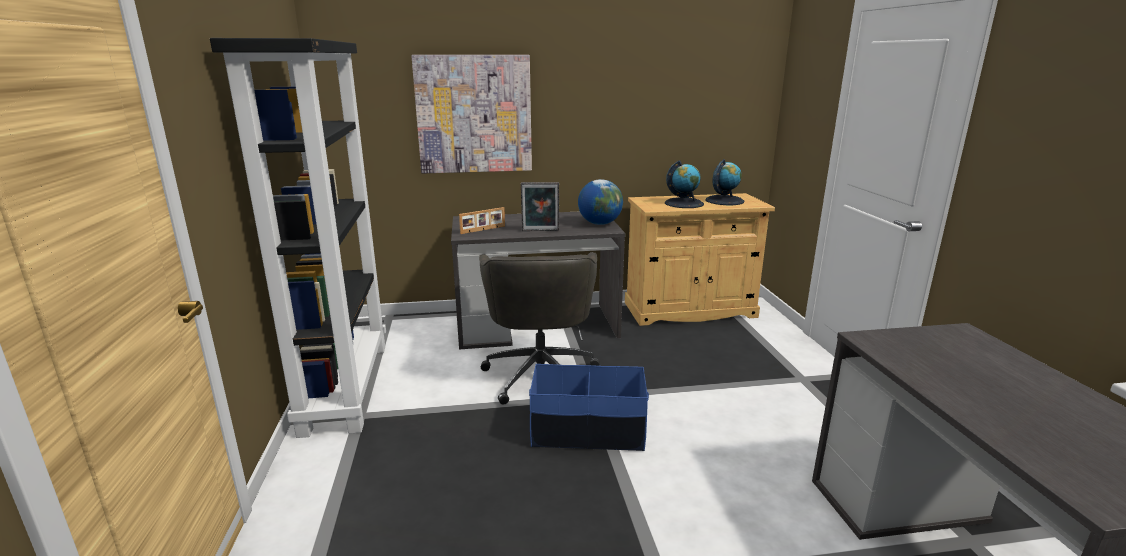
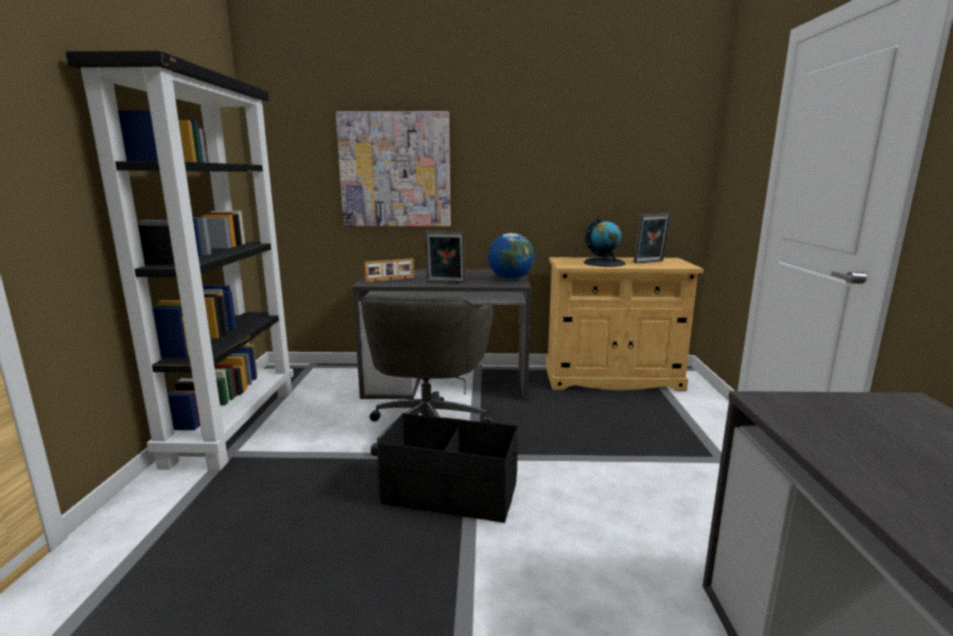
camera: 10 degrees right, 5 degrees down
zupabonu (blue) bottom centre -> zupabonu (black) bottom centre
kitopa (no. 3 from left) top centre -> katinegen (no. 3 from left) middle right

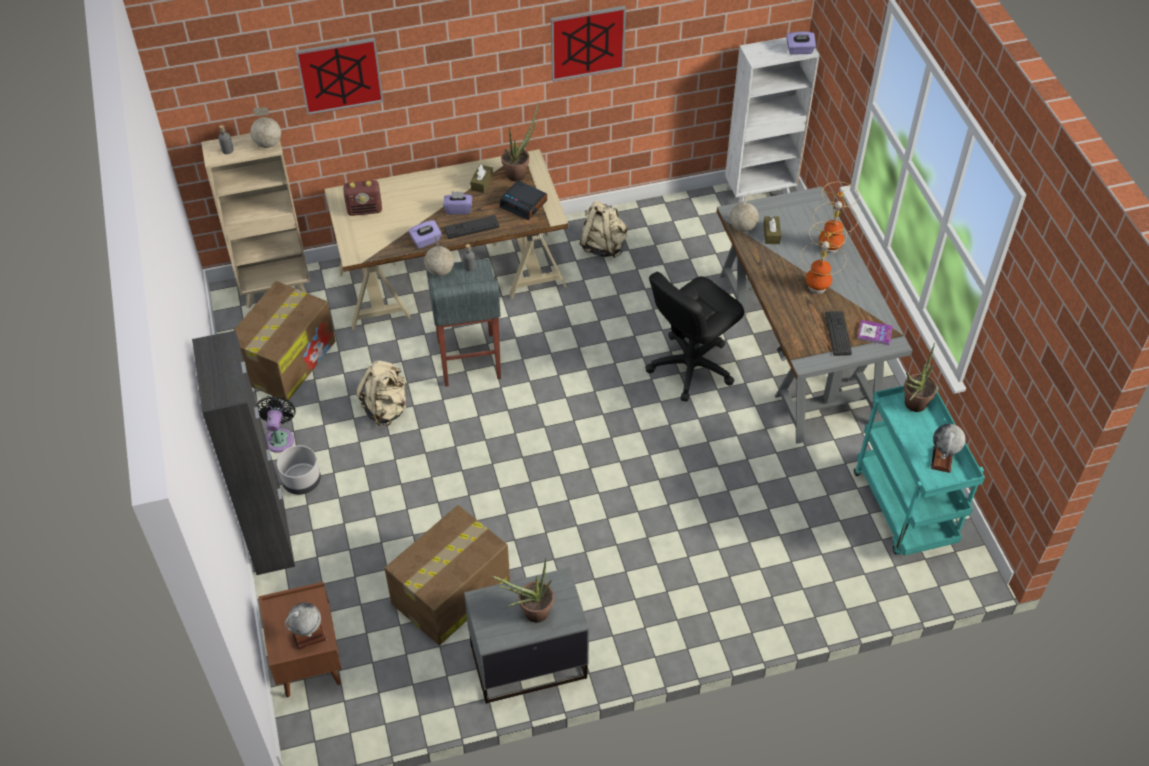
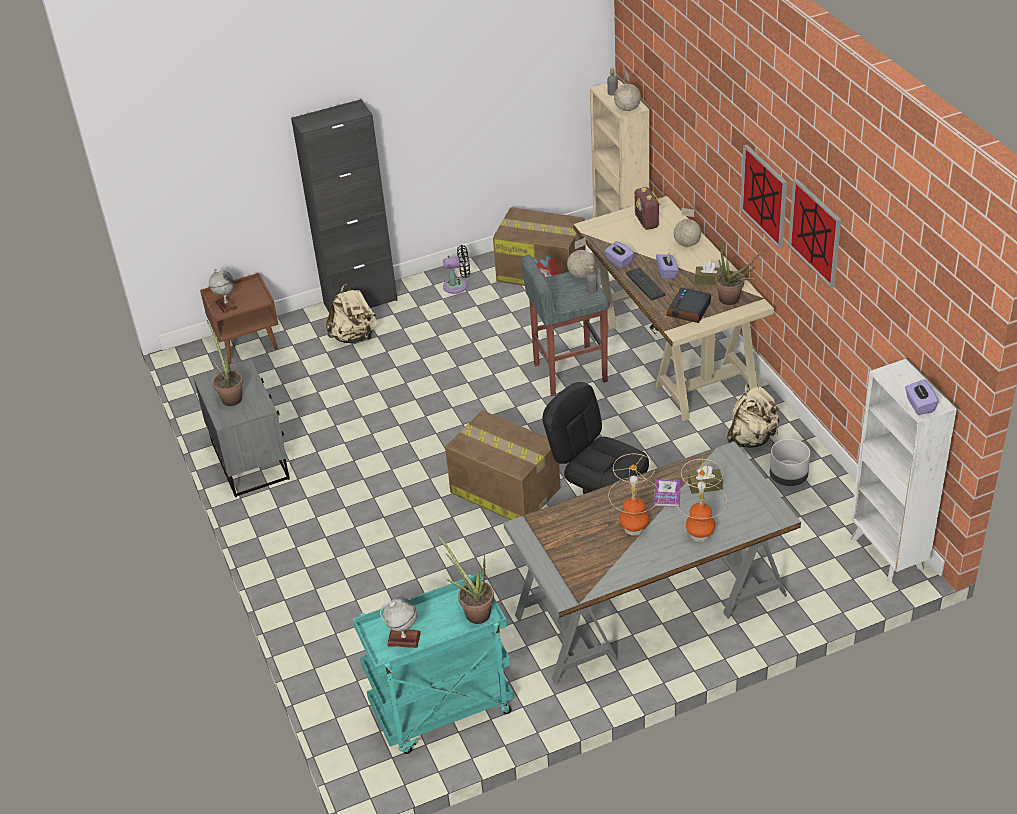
camera: 85 degrees right, 10 degrees down
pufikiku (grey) middle left -> pufikiku (grey) middle right, relocated
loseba (no. 1 from left) top left -> loseba (no. 1 from left) top right, relocated
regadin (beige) (no. 1 from left) middle left -> regadin (beige) (no. 1 from left) centre, relocated
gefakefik (no. 2 from left in the first image) bottom centre -> gefakefik (no. 1 from left) centre, relocated
kitopa (no. 4 from left in the first image) top centre -> kitopa (no. 5 from left) top right, relocated
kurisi (no. 2 from left) middle right -> none
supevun middle right -> supevun centre, relocated

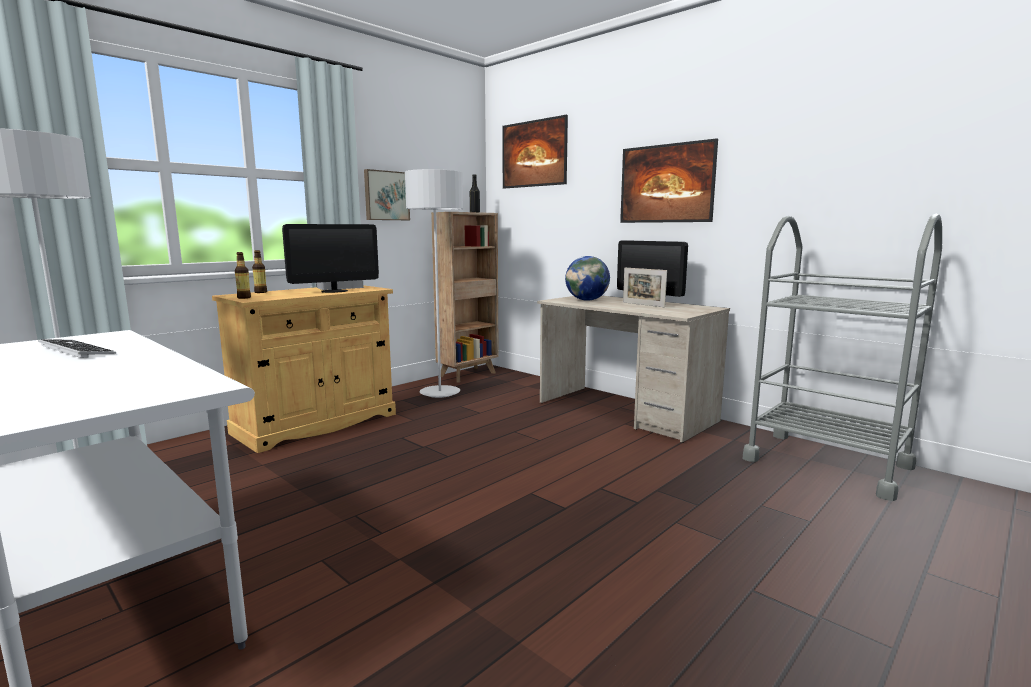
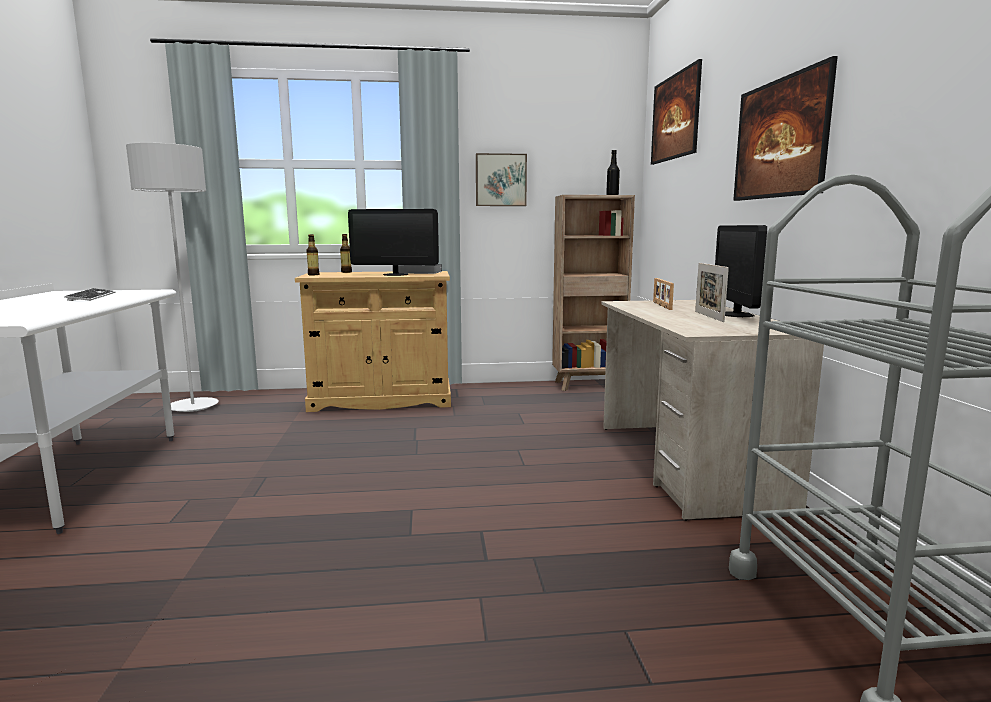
camera: 40 degrees right, 0 degrees up
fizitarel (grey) (no. 2 from left) centre -> none
kitopa centre -> katinegen (no. 1 from left) middle right

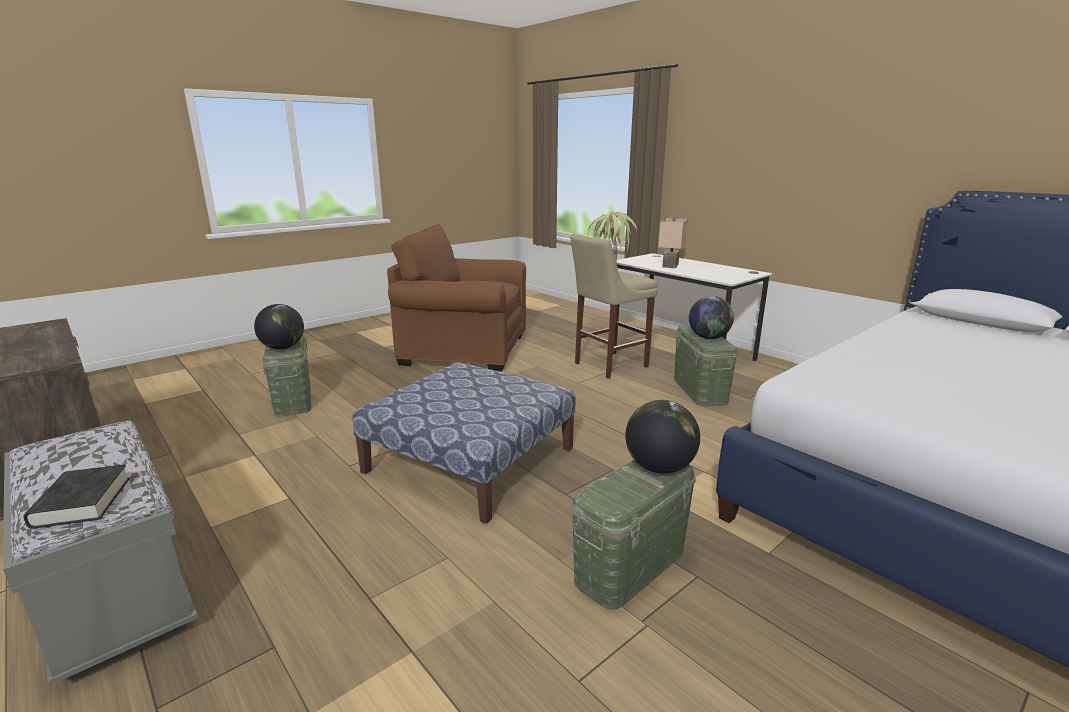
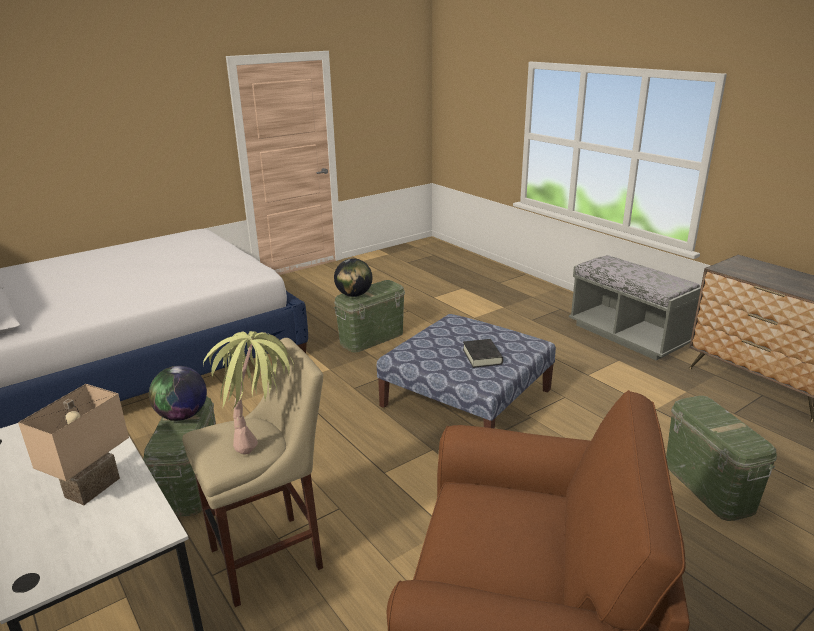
camera: 175 degrees left, 5 degrees up
supevun (black) bottom left -> supevun (black) centre, relocated
kitopa (no. 1 from left) middle left -> none

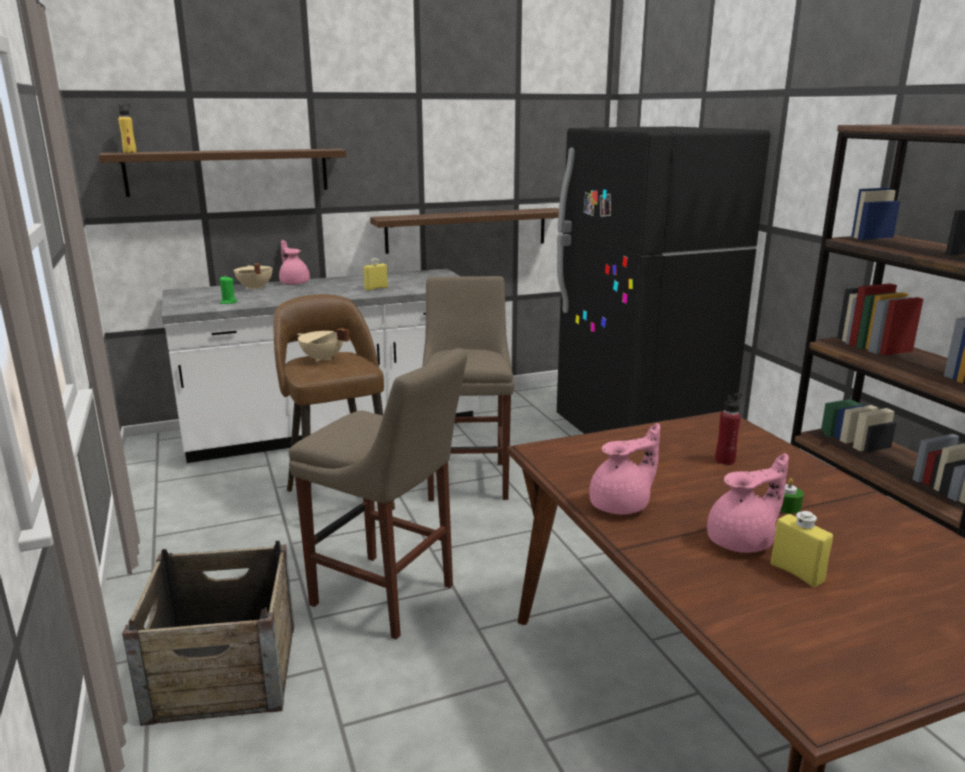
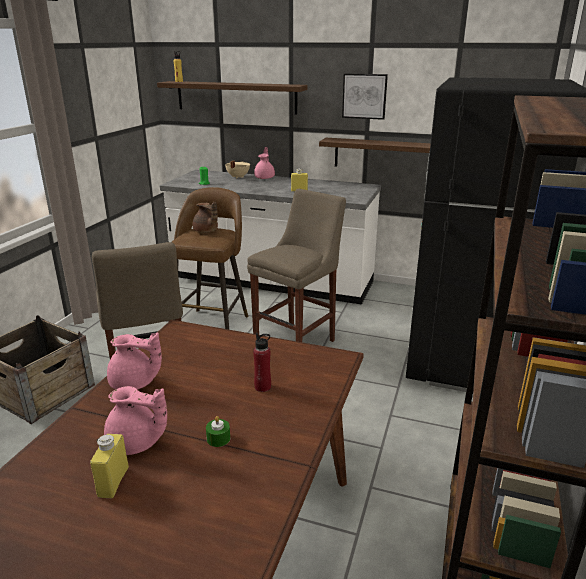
camera: 40 degrees right, 5 degrees up
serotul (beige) (no. 2 from left) centre -> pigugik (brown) centre
none -> loseba top centre

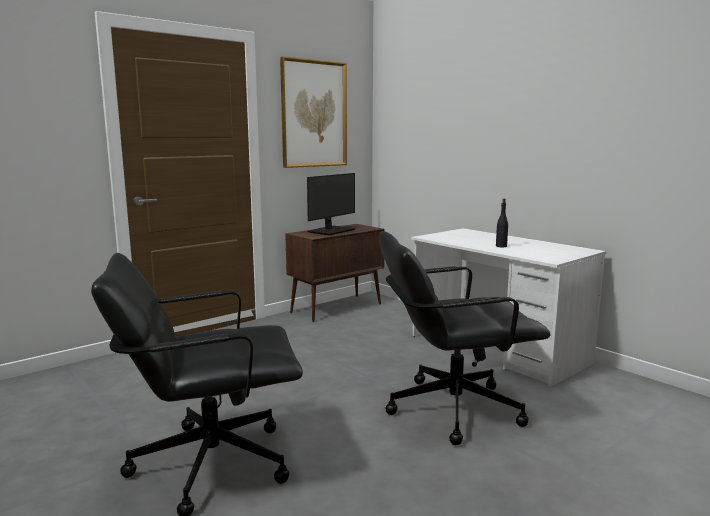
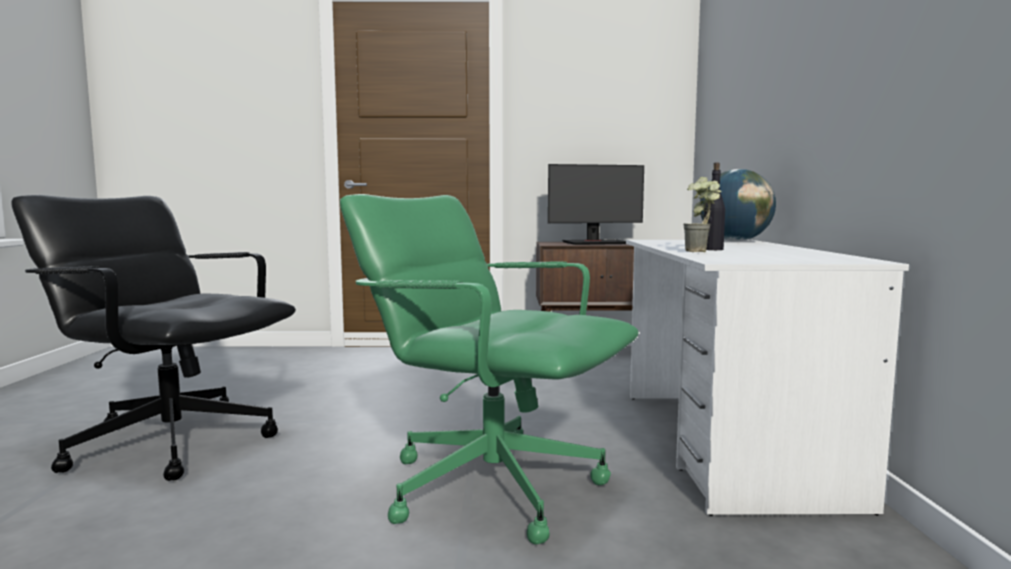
camera: 40 degrees right, 5 degrees down
loseba top centre -> none
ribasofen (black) (no. 2 from left) centre -> ribasofen (green) centre
none -> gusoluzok middle right
none -> kitopa middle right

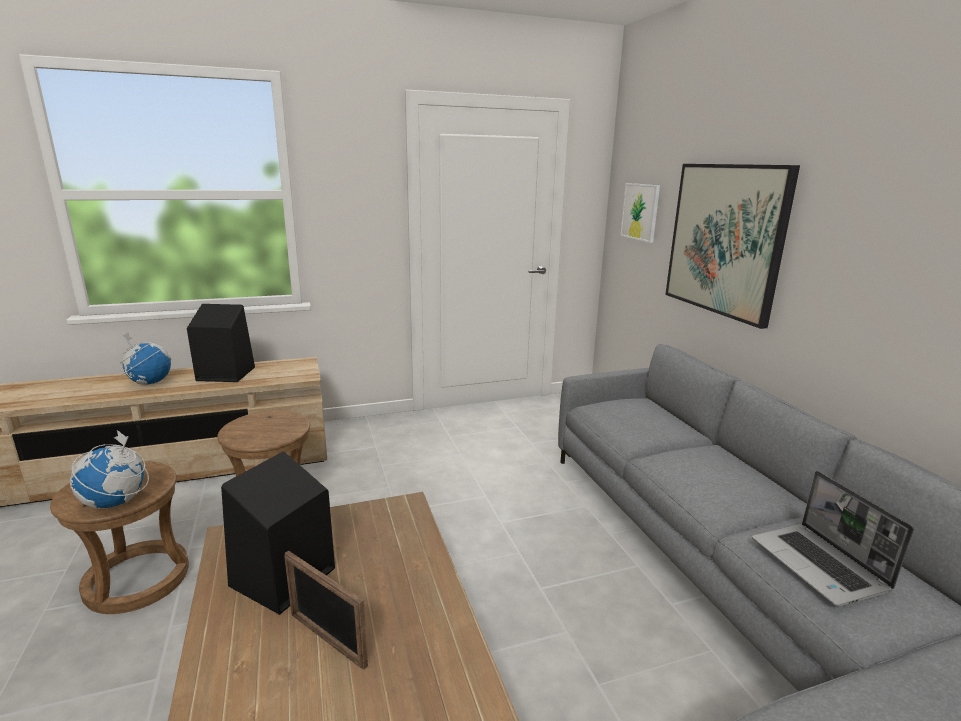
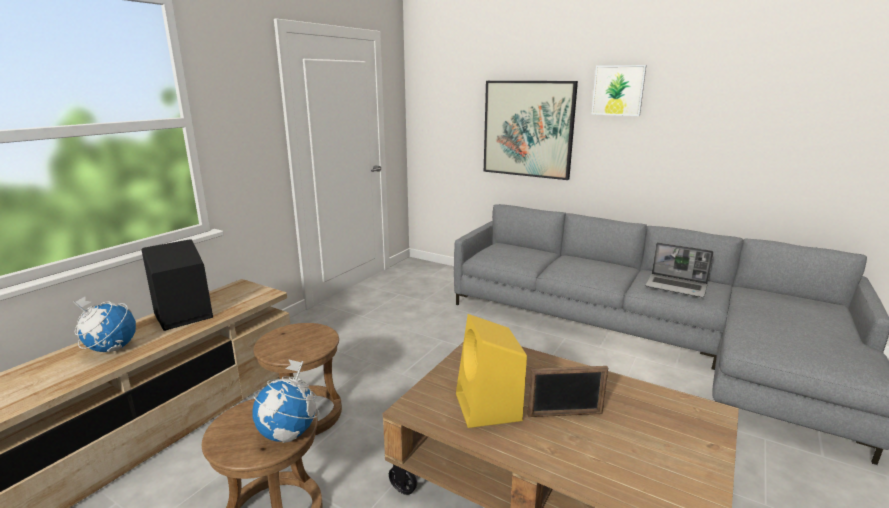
camera: 40 degrees left, 0 degrees up
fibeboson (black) (no. 2 from left) bottom left -> fibeboson (yellow) bottom centre
loseba (no. 1 from left in the first image) top centre -> loseba (no. 2 from left) top right, relocated

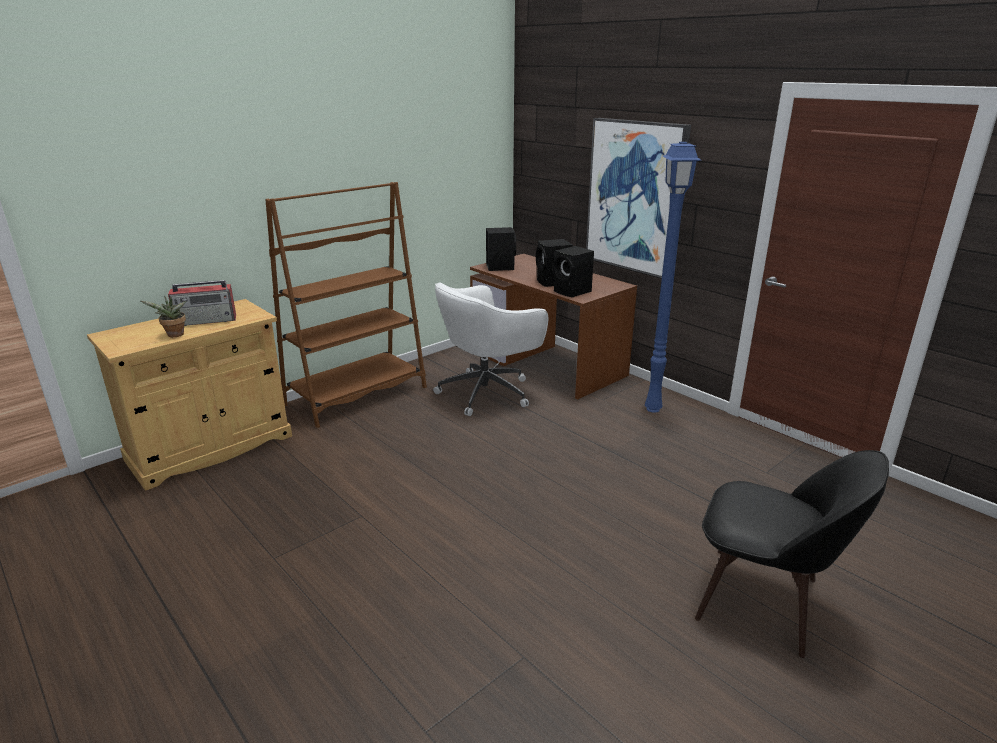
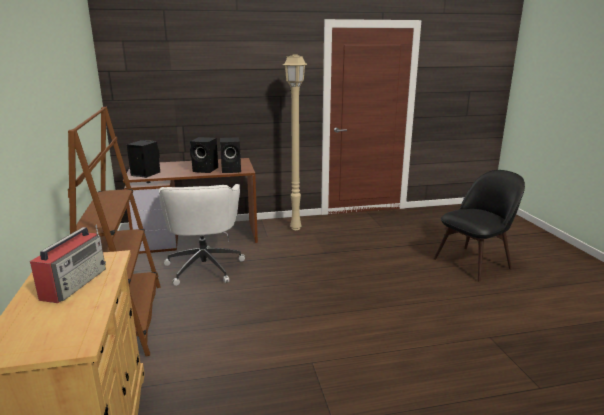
camera: 60 degrees left, 5 degrees down
gusoluzok middle left -> none
loseba top centre -> none
fizitarel (blue) middle right -> fizitarel (beige) centre

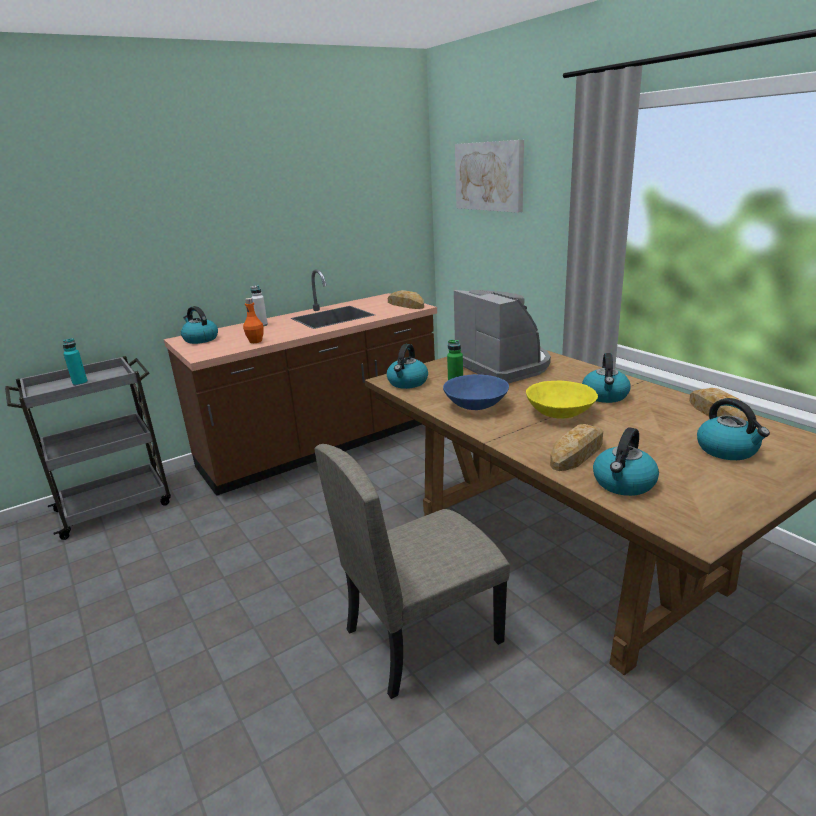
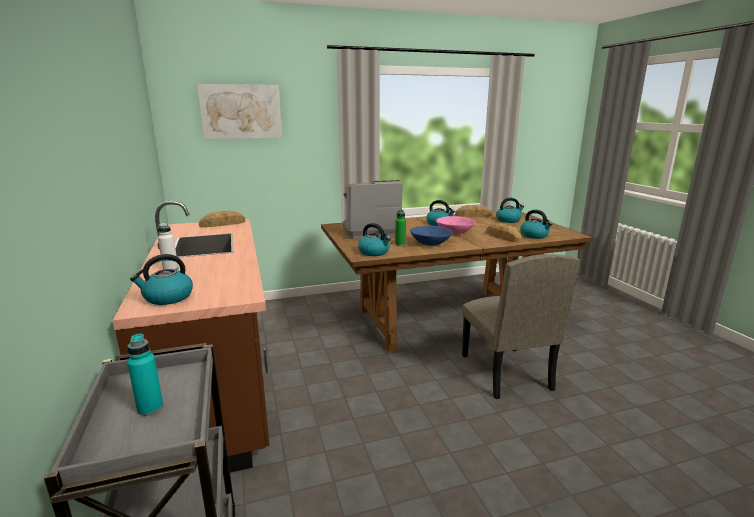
camera: 75 degrees left, 5 degrees down
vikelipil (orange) middle left -> none
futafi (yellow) middle right -> futafi (pink) centre

